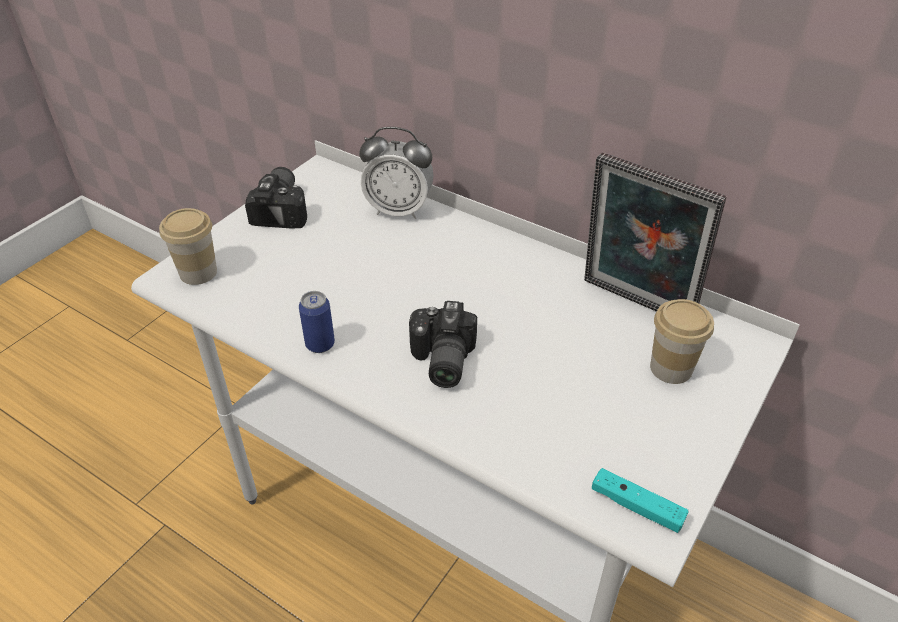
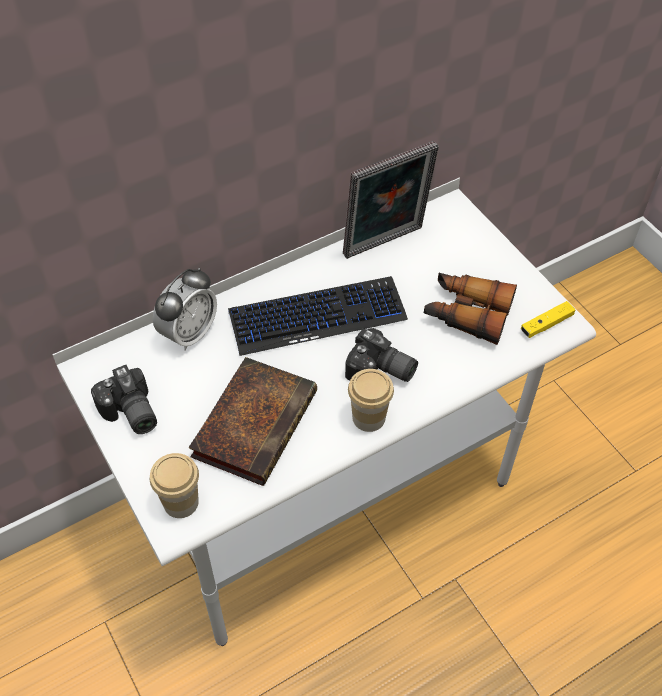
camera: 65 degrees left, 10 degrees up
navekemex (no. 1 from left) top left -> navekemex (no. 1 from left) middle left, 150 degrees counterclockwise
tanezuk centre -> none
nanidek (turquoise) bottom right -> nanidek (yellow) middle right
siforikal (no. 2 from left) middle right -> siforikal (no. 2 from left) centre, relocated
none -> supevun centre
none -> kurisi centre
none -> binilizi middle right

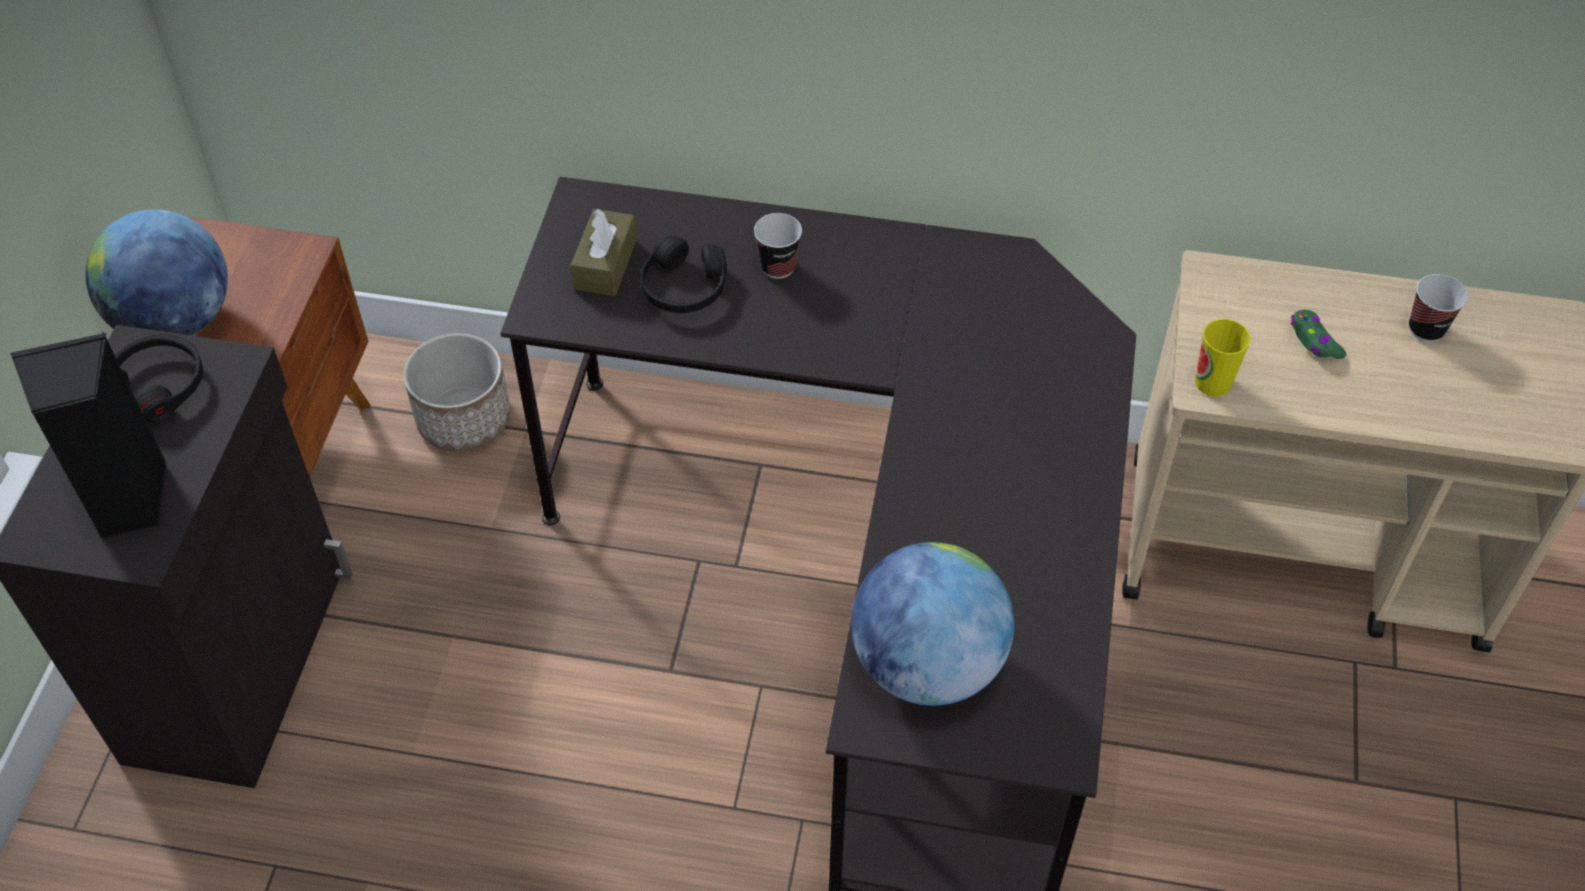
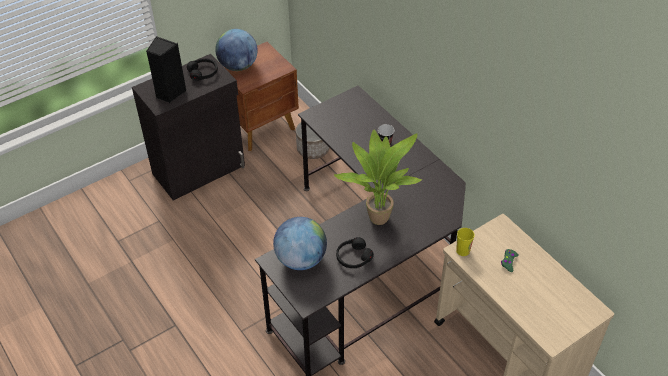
camera: 45 degrees right, 5 degrees down
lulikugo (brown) top centre -> none
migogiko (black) (no. 2 from left) top centre -> migogiko (black) (no. 2 from left) bottom centre, relocated
siforikal (no. 3 from left) middle right -> none
none -> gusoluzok centre

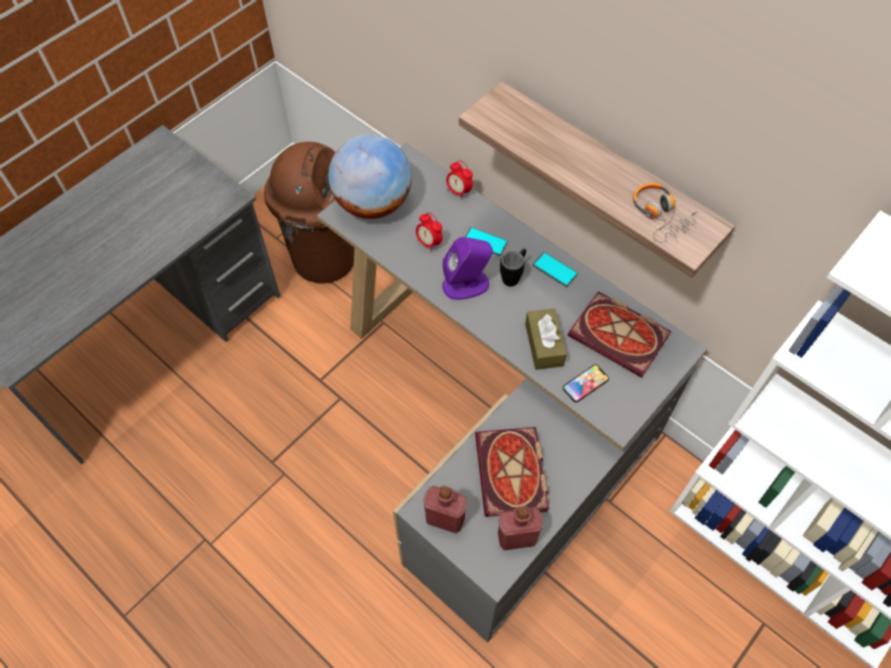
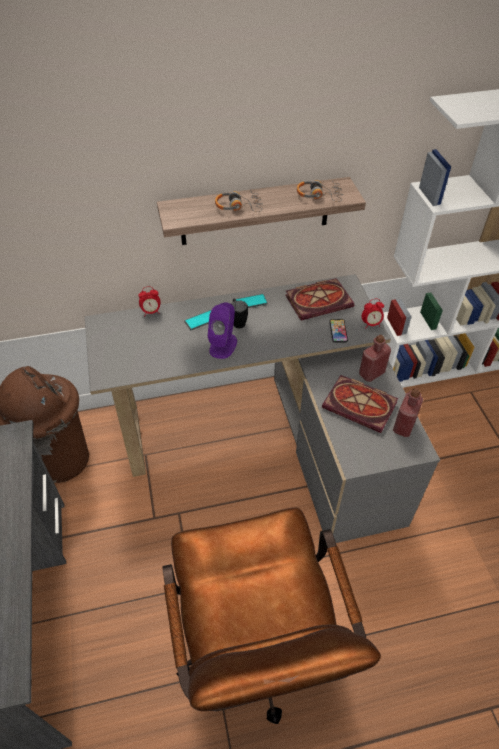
camera: 55 degrees left, 10 degrees down
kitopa top centre -> none
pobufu (no. 1 from left in the first image) centre -> pobufu (no. 2 from left) middle right, relocated
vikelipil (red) (no. 1 from left) bottom centre -> vikelipil (red) (no. 1 from left) middle right, relocated
lulikugo (brown) centre -> none
none -> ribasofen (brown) bottom centre
none -> migogiko (no. 1 from left) top centre

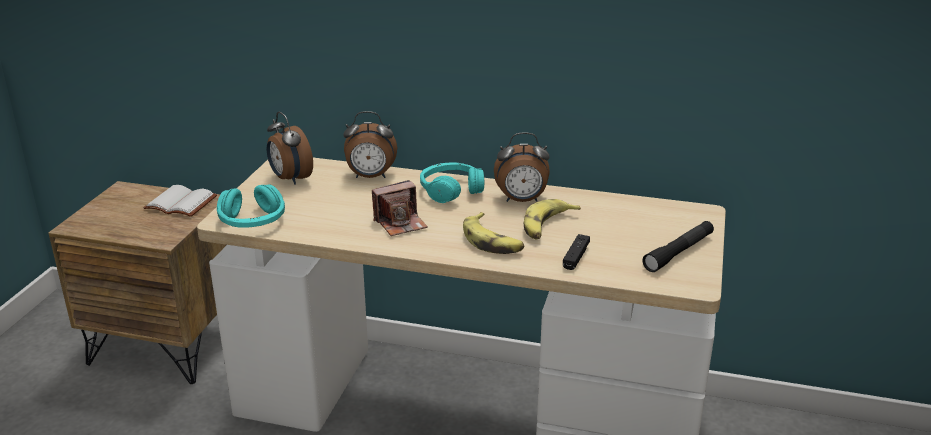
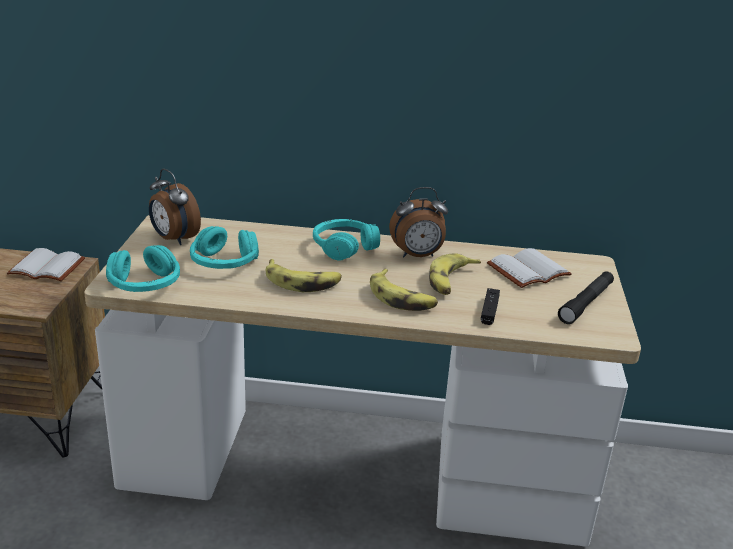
camera: 10 degrees left, 0 degrees up
pobufu (no. 2 from left) top centre -> none
navekemex centre -> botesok (no. 1 from left) centre
none -> migogiko (turquoise) (no. 2 from left) middle left
none -> supevun (white) (no. 2 from left) middle right

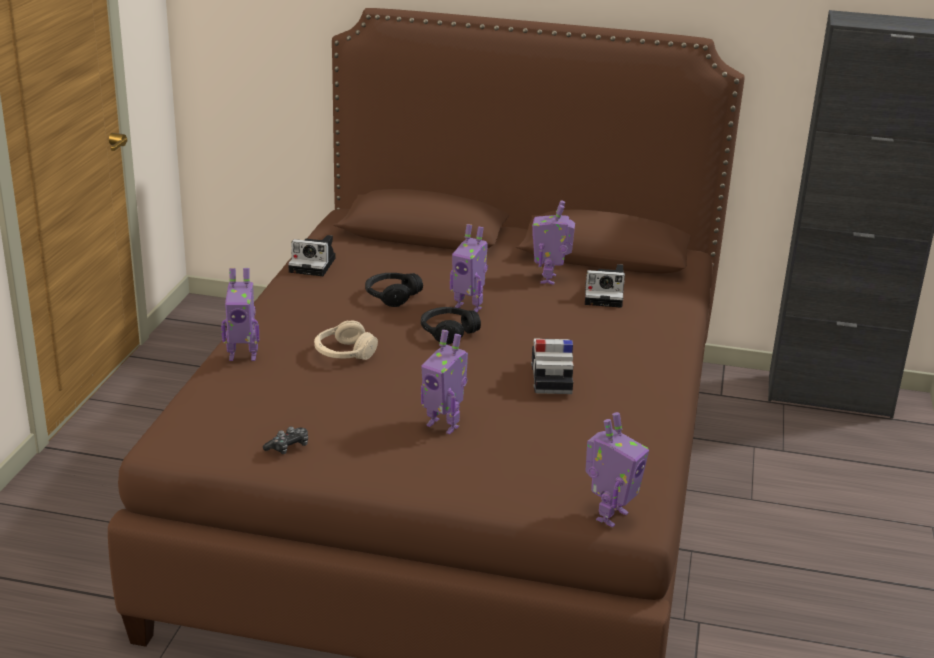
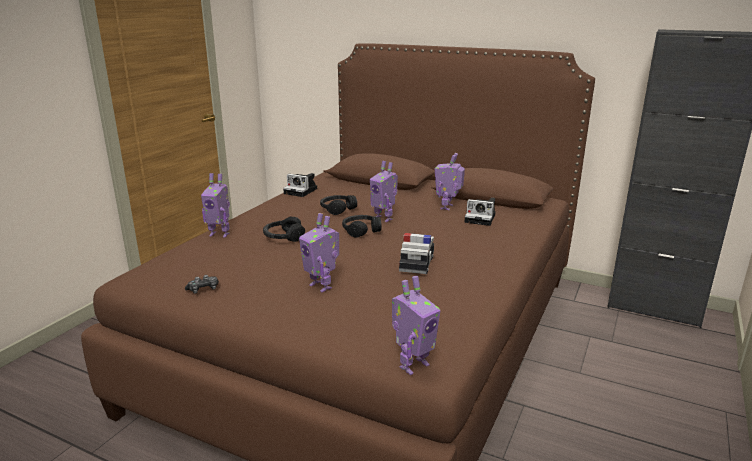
camera: 15 degrees right, 5 degrees down
migogiko (beige) centre -> migogiko (black) (no. 1 from left) centre

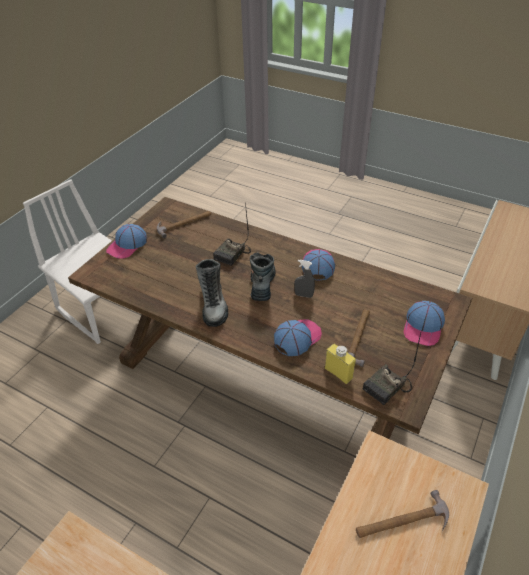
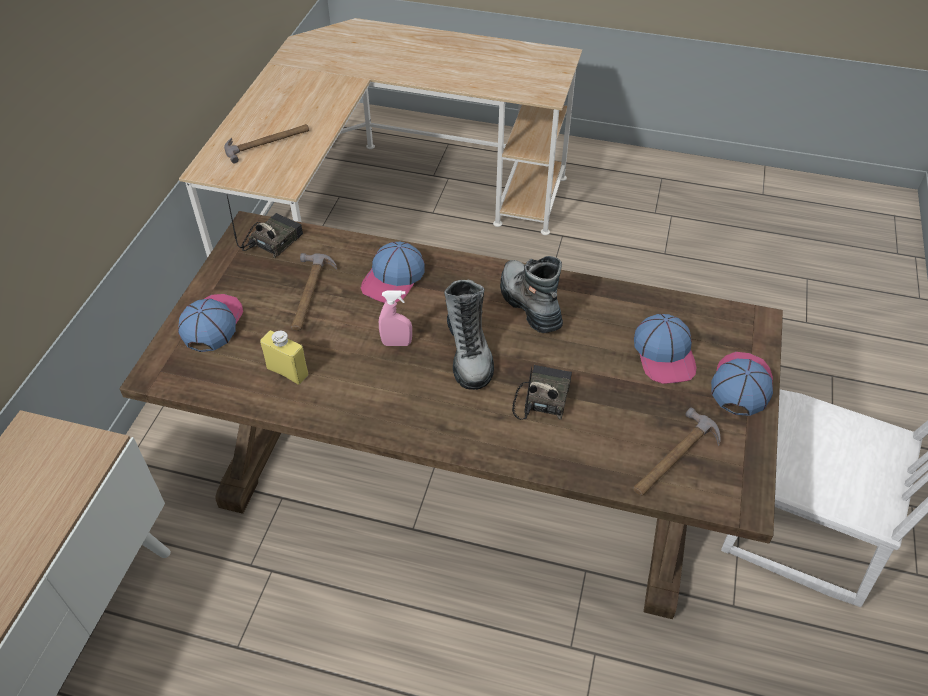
camera: 165 degrees right, 5 degrees up
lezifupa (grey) centre -> lezifupa (pink) centre
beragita (no. 3 from left) centre -> beragita (no. 3 from left) middle right, relocated
vikelipil (yellow) centre -> vikelipil (yellow) middle left, relocated

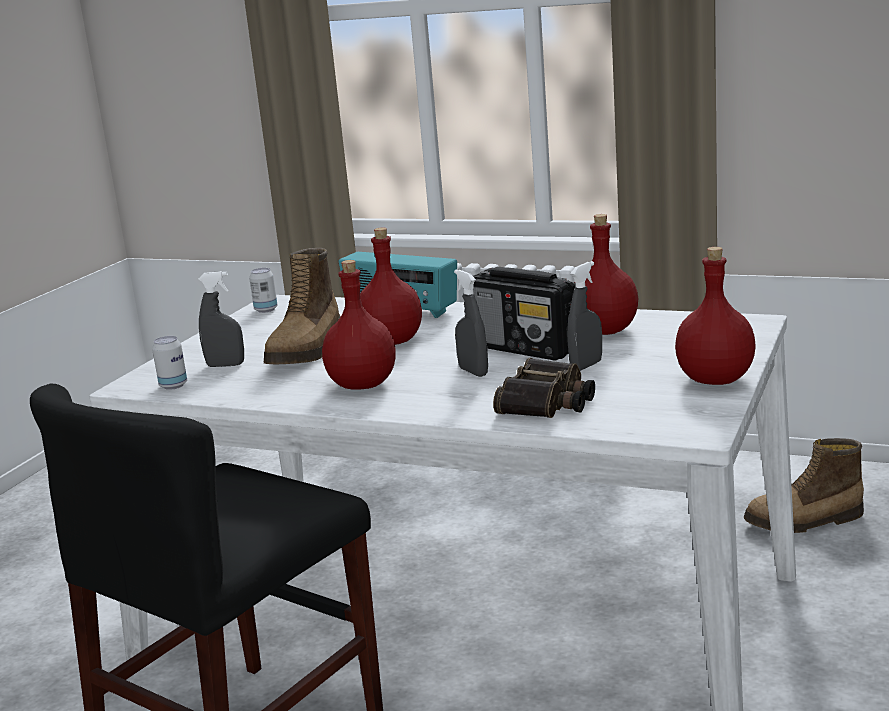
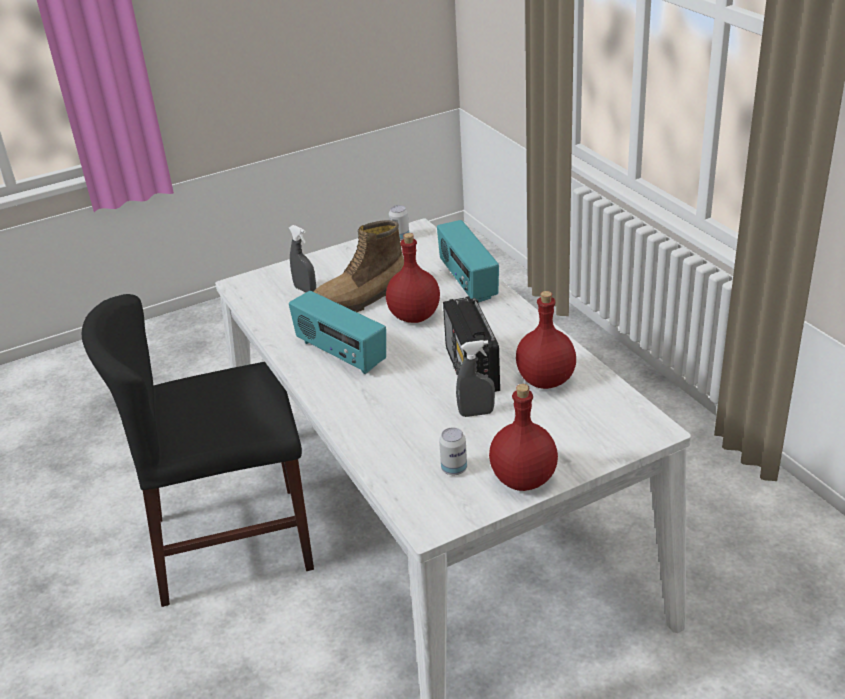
camera: 40 degrees right, 15 degrees up
tanezuk (no. 1 from left in the first image) middle left -> tanezuk (no. 2 from left) centre, relocated
vikelipil (red) (no. 1 from left) centre -> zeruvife (no. 1 from left) centre
lezifupa (grey) (no. 2 from left) centre -> none
binilizi centre -> none
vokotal (no. 2 from left) bottom right -> none

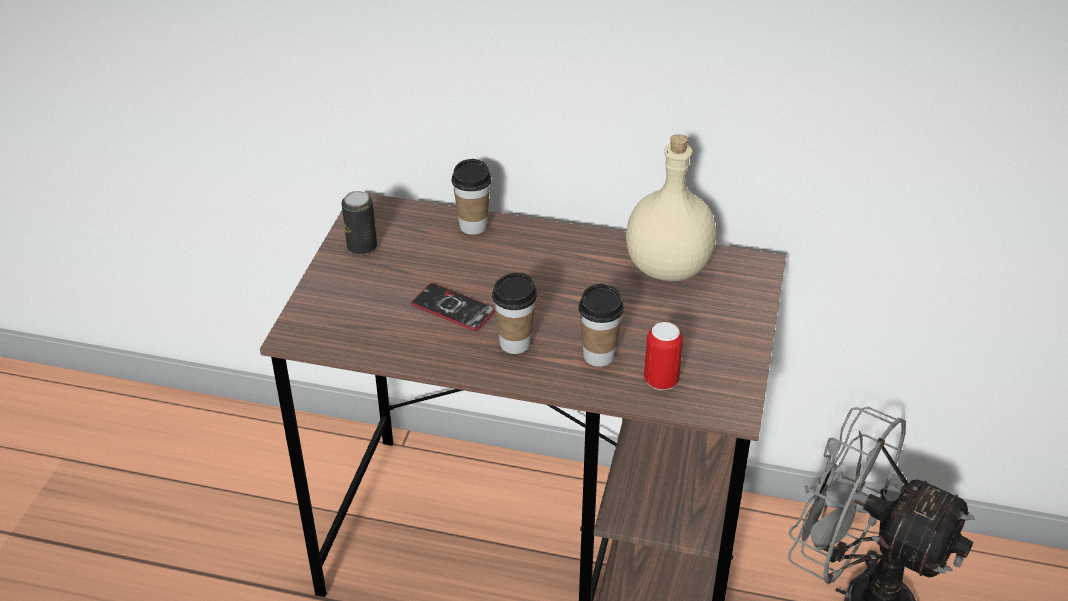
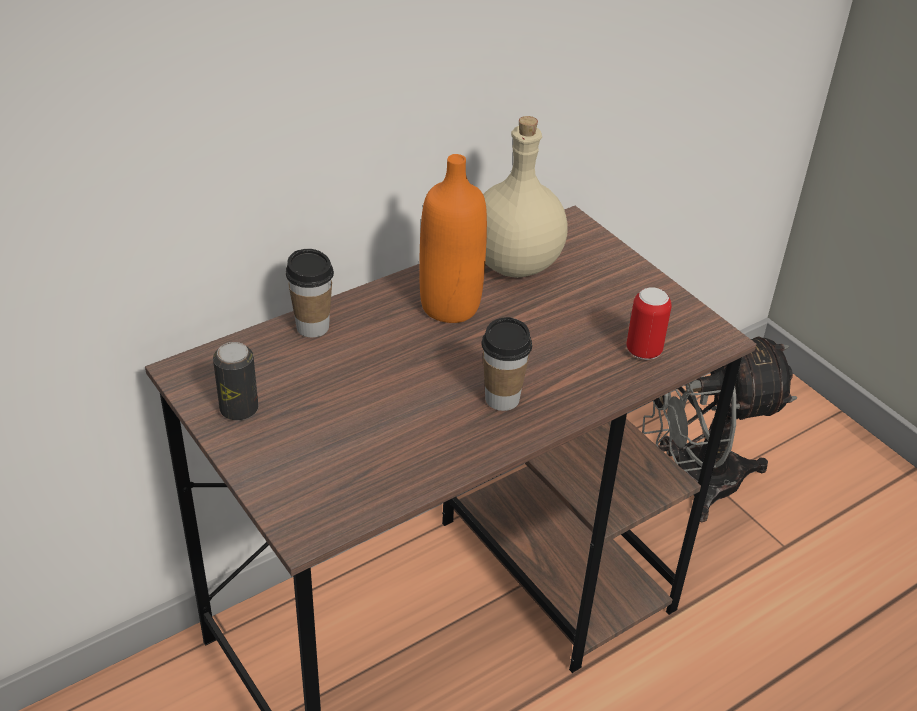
camera: 50 degrees left, 0 degrees up
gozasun centre -> none
siforikal (no. 3 from left) centre -> none
none -> vikelipil (orange) centre

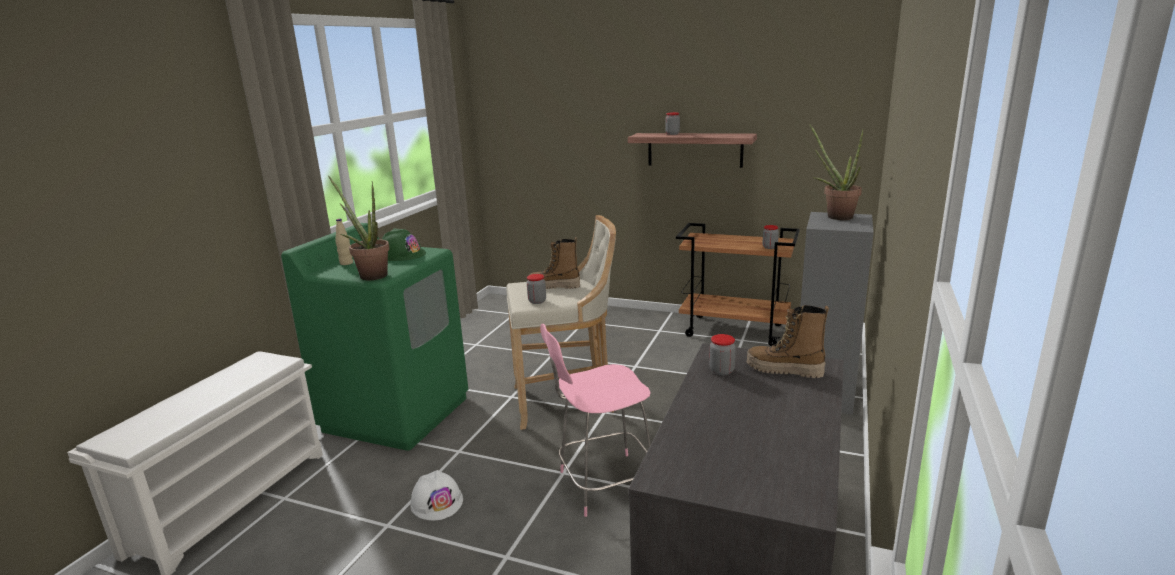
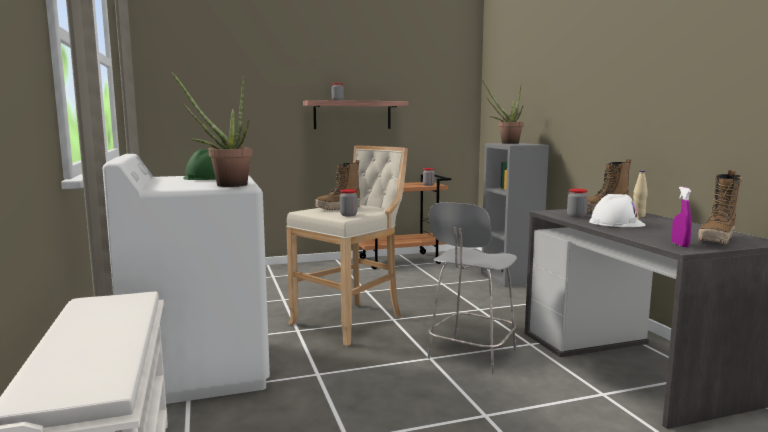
camera: 40 degrees left, 10 degrees down
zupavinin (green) middle left -> zupavinin (white) middle left
vikelipil (beige) middle left -> vikelipil (beige) middle right, relocated
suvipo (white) bottom centre -> suvipo (white) middle right, relocated
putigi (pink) bottom centre -> putigi (grey) bottom centre
none -> lezifupa (purple) middle right
none -> vokotal (no. 3 from left) middle right

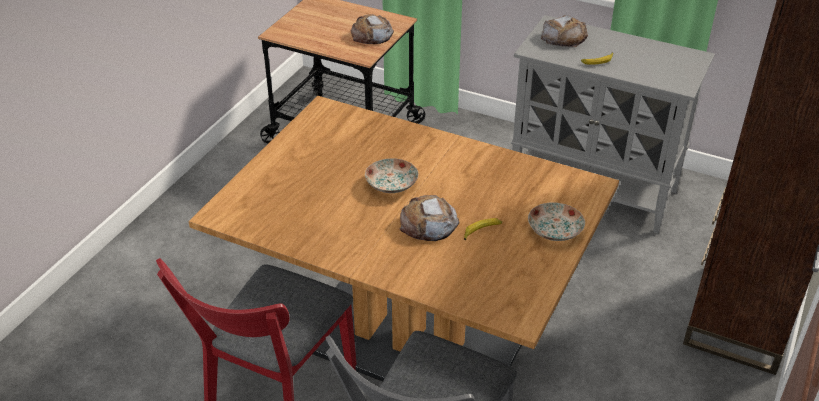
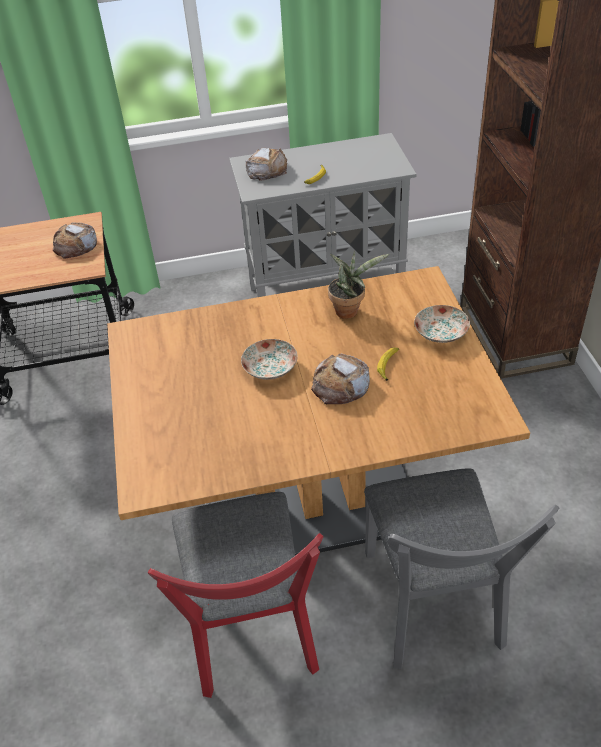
camera: 35 degrees left, 5 degrees up
none -> gusoluzok centre

